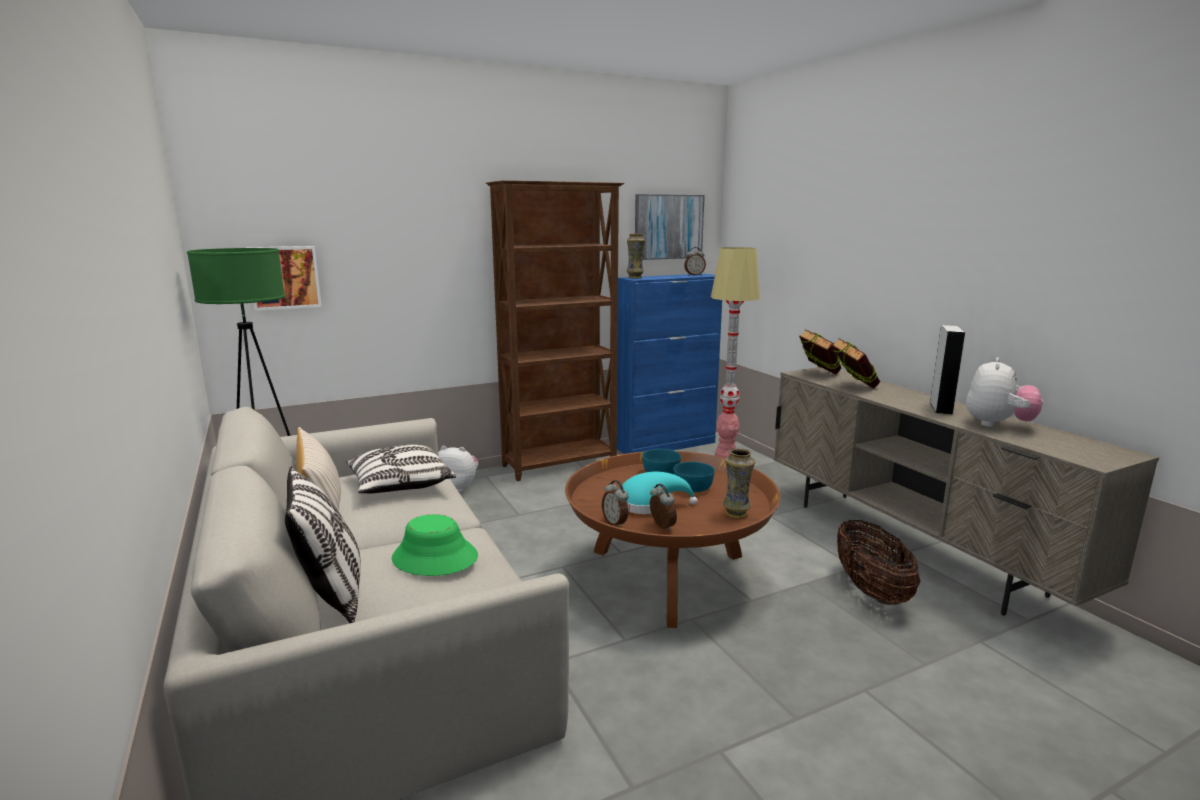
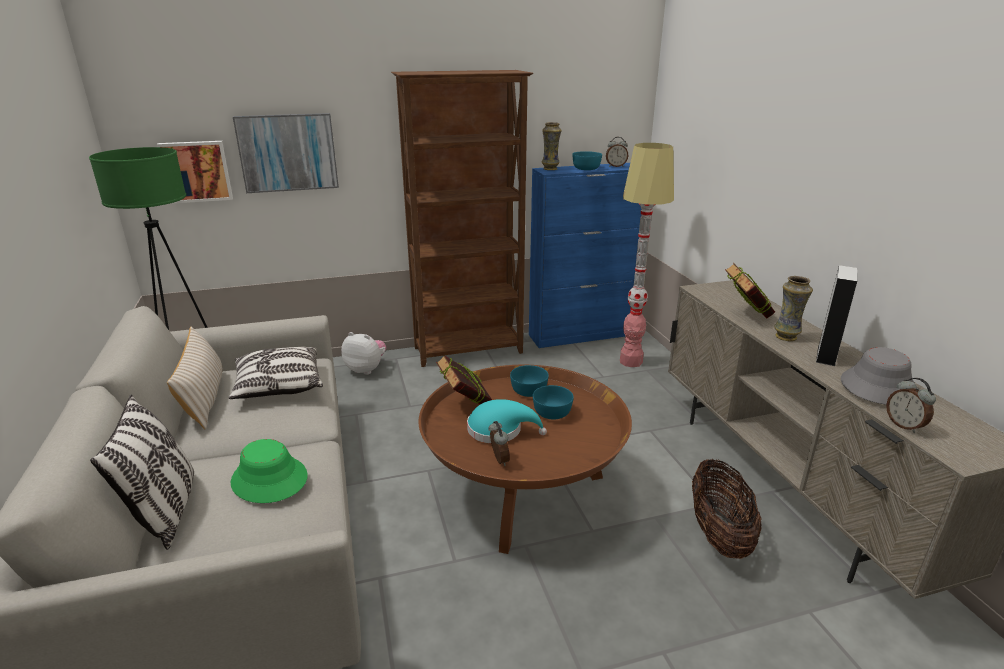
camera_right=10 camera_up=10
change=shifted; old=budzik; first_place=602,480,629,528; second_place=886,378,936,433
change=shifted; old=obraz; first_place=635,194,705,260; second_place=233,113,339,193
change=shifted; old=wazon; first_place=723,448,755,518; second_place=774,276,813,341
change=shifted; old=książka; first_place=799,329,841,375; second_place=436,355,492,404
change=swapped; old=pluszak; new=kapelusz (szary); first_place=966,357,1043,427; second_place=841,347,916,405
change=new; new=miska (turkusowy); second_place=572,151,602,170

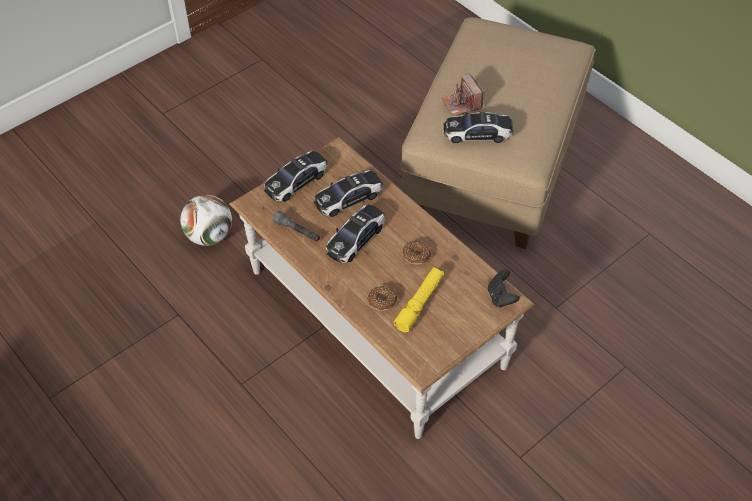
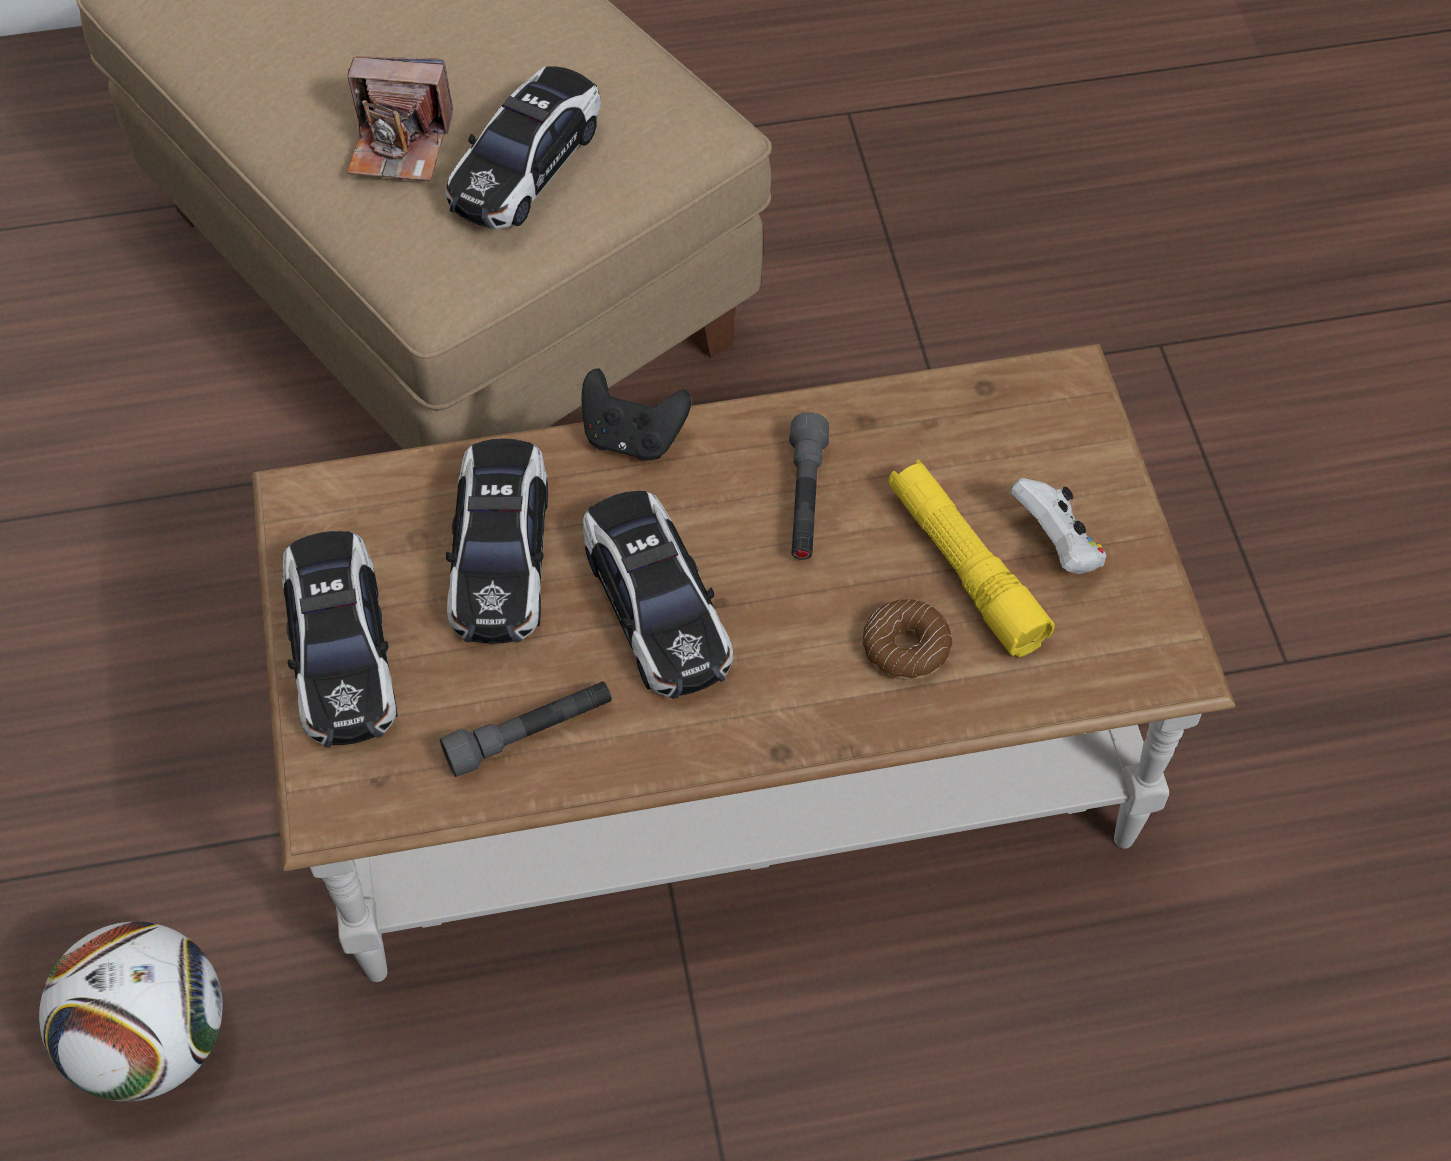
camera_right=-60 camera_up=5
change=swapped; old=donut; new=latarka (szary); first_place=403,240,431,265; second_place=789,412,829,560
change=shifted; old=pad do gier (czarny); first_place=488,270,519,307; second_place=581,368,691,461
change=new; new=pad do gier (biały); second_place=1010,478,1106,574

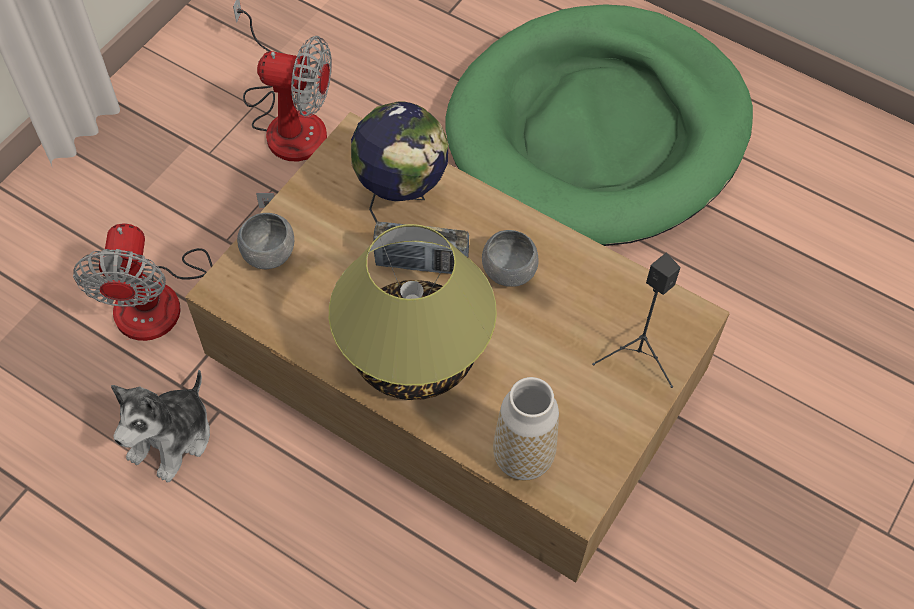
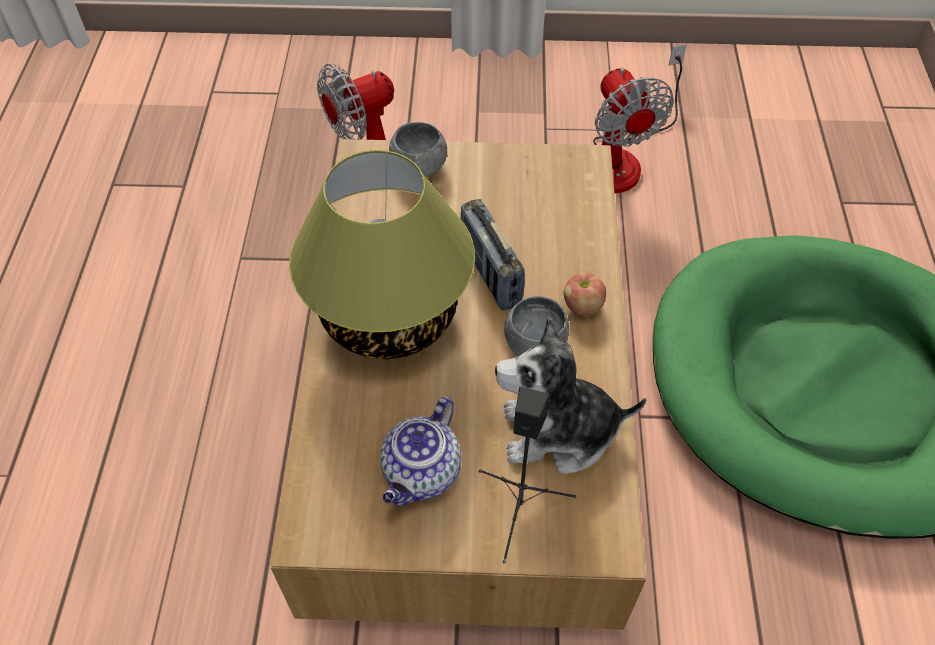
camera_right=60 camera_up=-5
change=shifted; old=pluszak; first_place=111,370,210,482; second_place=495,317,647,474
change=gone; old=globus; first_place=351,102,448,223
change=gone; old=wazon; first_place=493,377,559,481
change=new; new=imbryk; second_place=380,397,461,506
change=new; new=jabłko; second_place=564,273,606,316

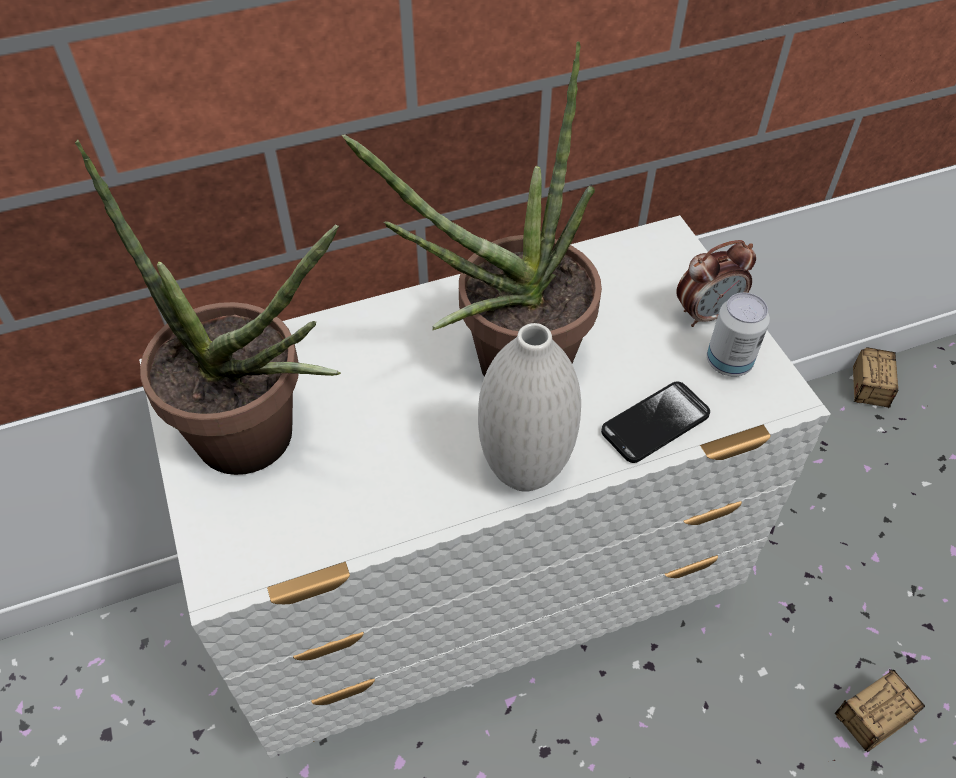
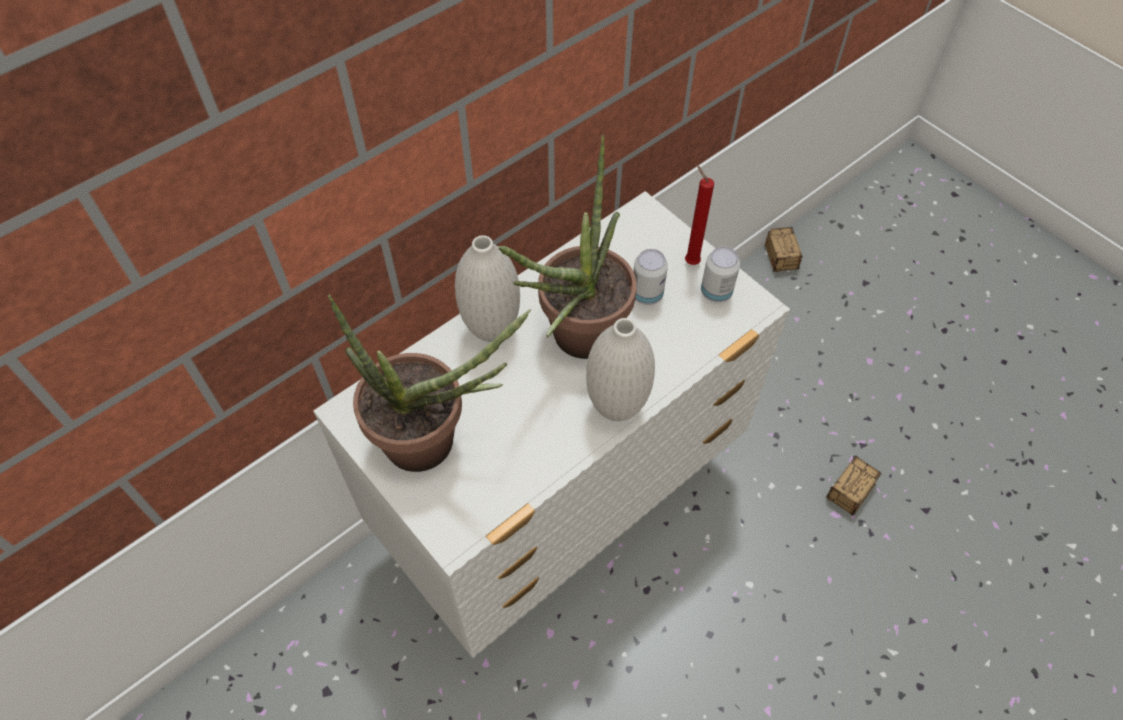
camera_right=-20 camera_up=5
change=gone; old=telefon; first_place=601,382,710,463
change=swapped; old=budzik; new=świeca (czerwony); first_place=676,240,756,327; second_place=685,165,714,265
change=new; new=wazon (biały); second_place=455,235,520,342
change=new; new=puszka; second_place=633,249,668,305

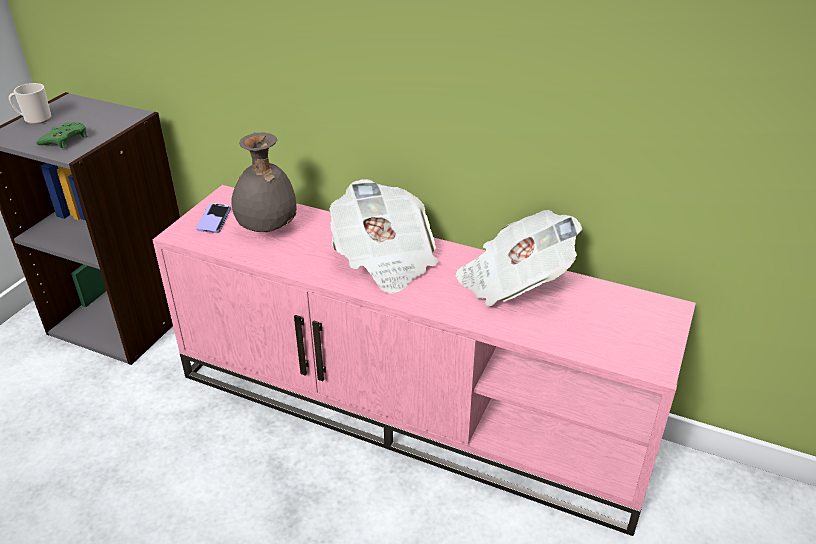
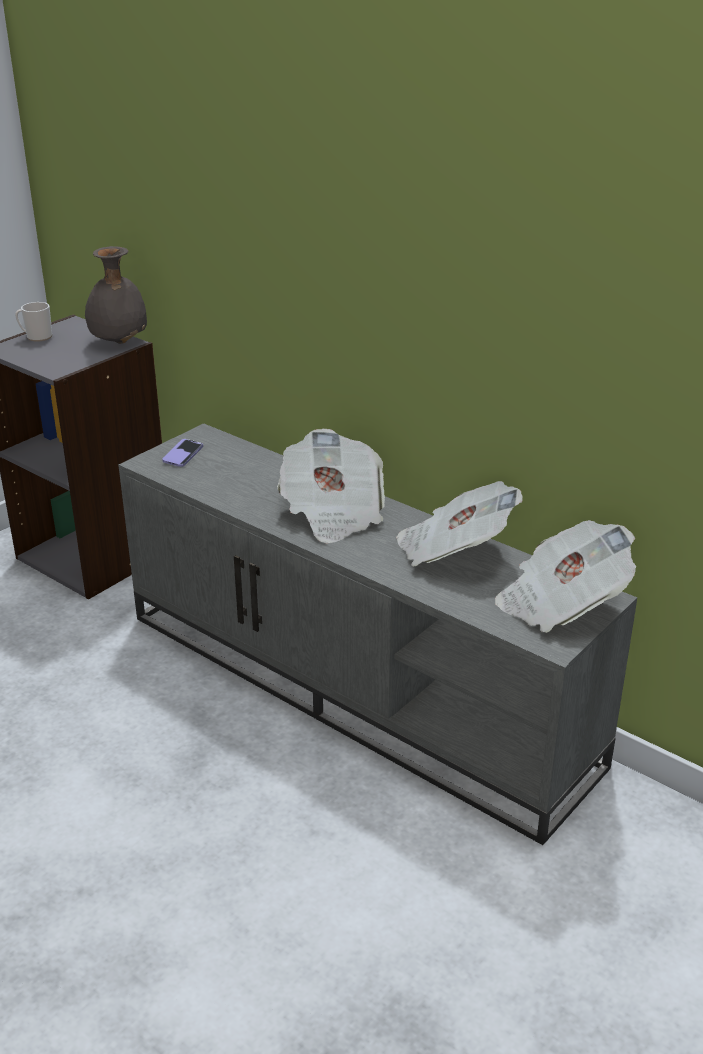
camera_right=15 camera_up=-5
change=gone; old=pad do gier (zielony); first_place=36,122,88,148
change=repainted; old=szafka pod telewizor (różowy); new=szafka pod telewizor (szary); first_place=152,185,696,536; second_place=118,423,637,845
change=shifted; old=wazon (szary); first_place=231,132,297,232; second_place=85,246,147,344
change=new; new=gazeta; second_place=495,520,636,633

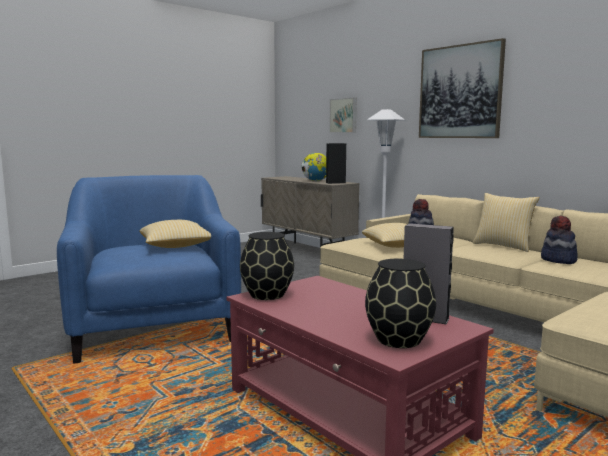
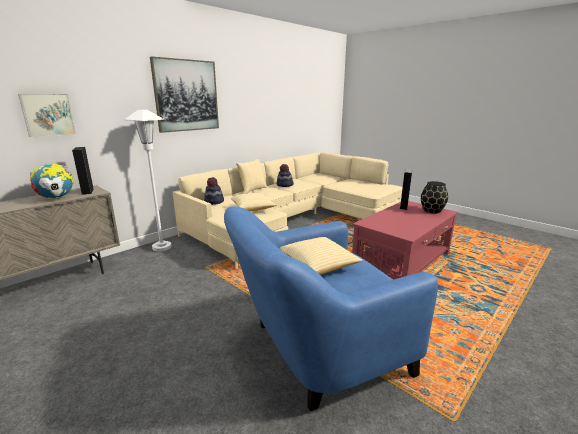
camera_right=-95 camera_up=10
change=gone; old=wazon (czarny); first_place=240,232,294,300

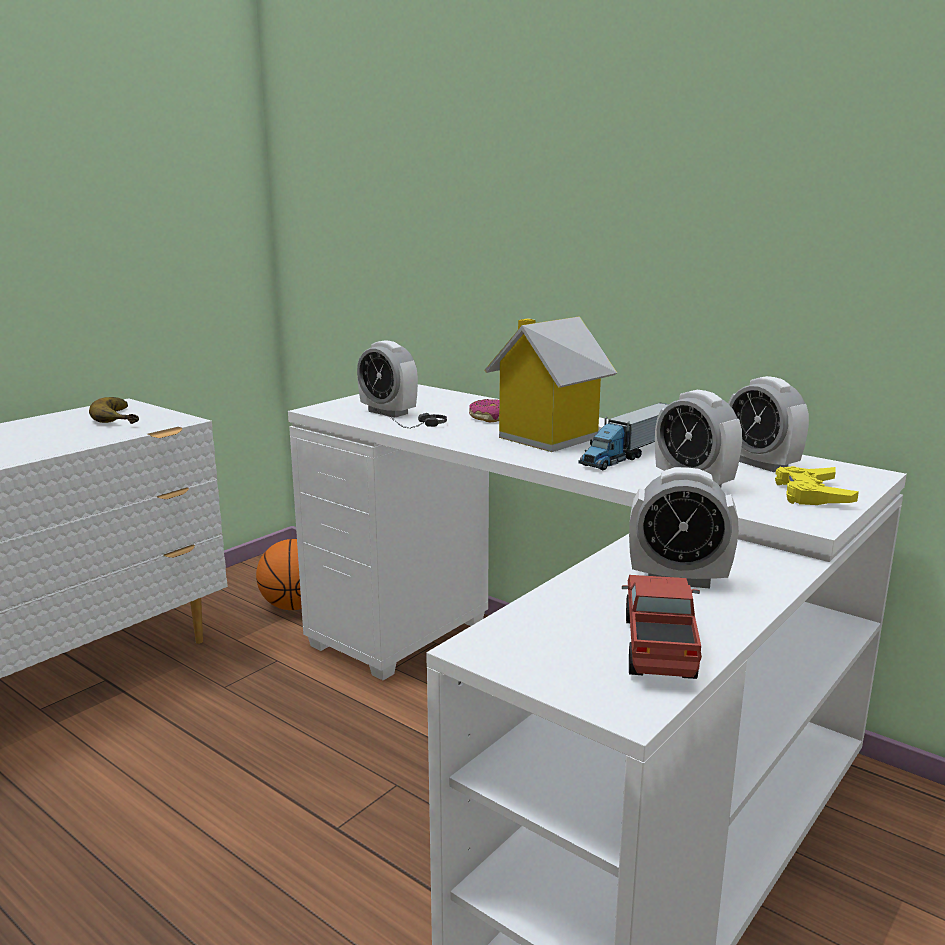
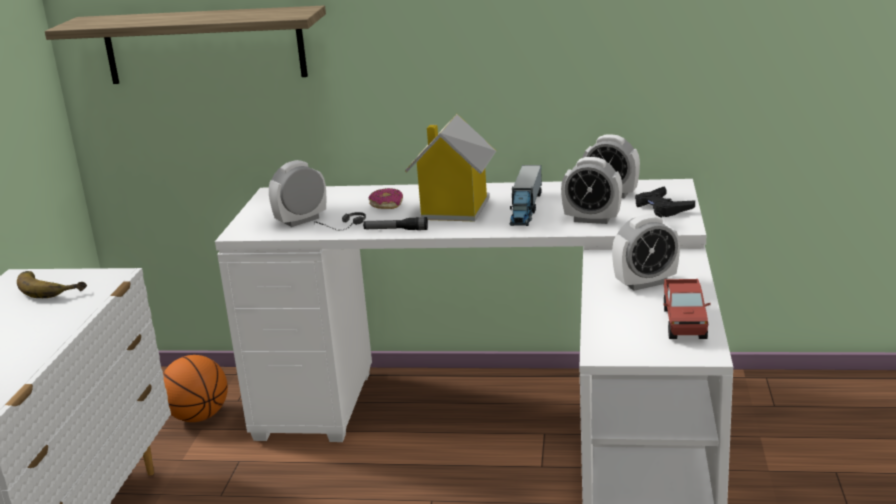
camera_right=-30 camera_up=5
change=rotated; old=budzik; first_place=357,340,418,417; second_place=269,160,327,227; degrees=135
change=rotated; old=ciężarówka zabawkowa; first_place=622,575,702,679; second_place=664,279,710,339; degrees=-150
change=repainted; old=pad do gier (żółty); new=pad do gier (czarny); first_place=775,466,859,505; second_place=635,187,695,218
change=new; new=półka; second_place=45,5,326,84
change=new; new=latarka; second_place=363,217,428,230

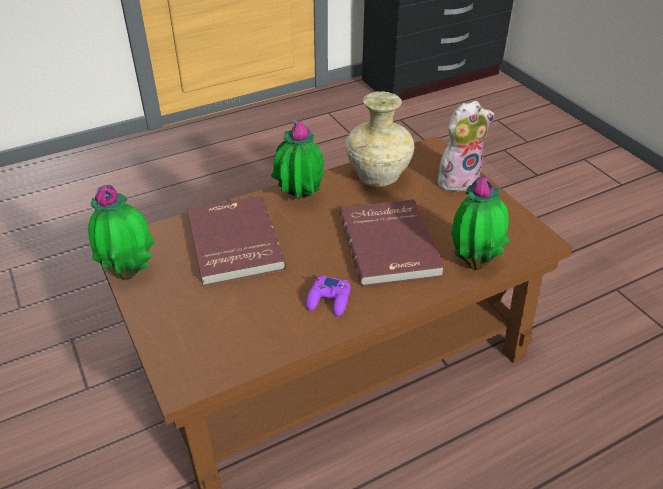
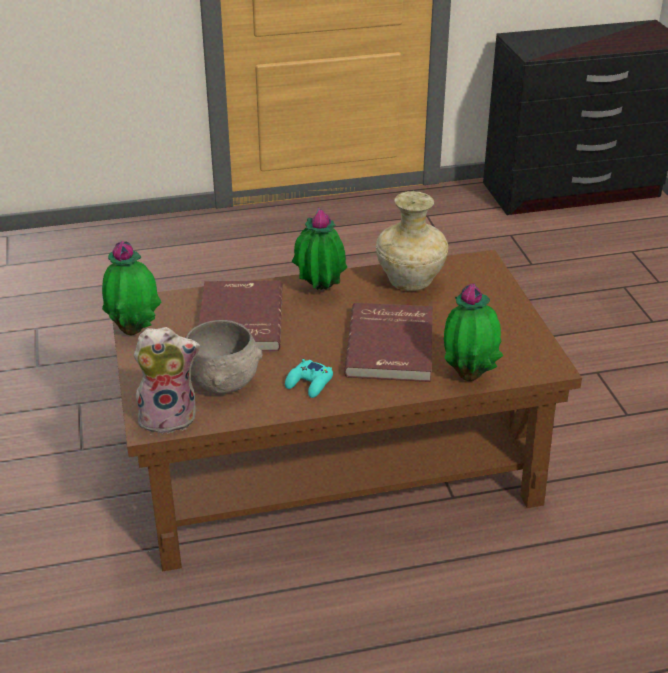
camera_right=15 camera_up=-5
change=repainted; old=pad do gier (fioletowy); new=pad do gier (turkusowy); first_place=306,276,351,316; second_place=285,359,333,398
change=shifted; old=pluszak; first_place=438,101,495,192; second_place=133,327,200,434
change=new; new=miska (szary); second_place=185,320,262,394

